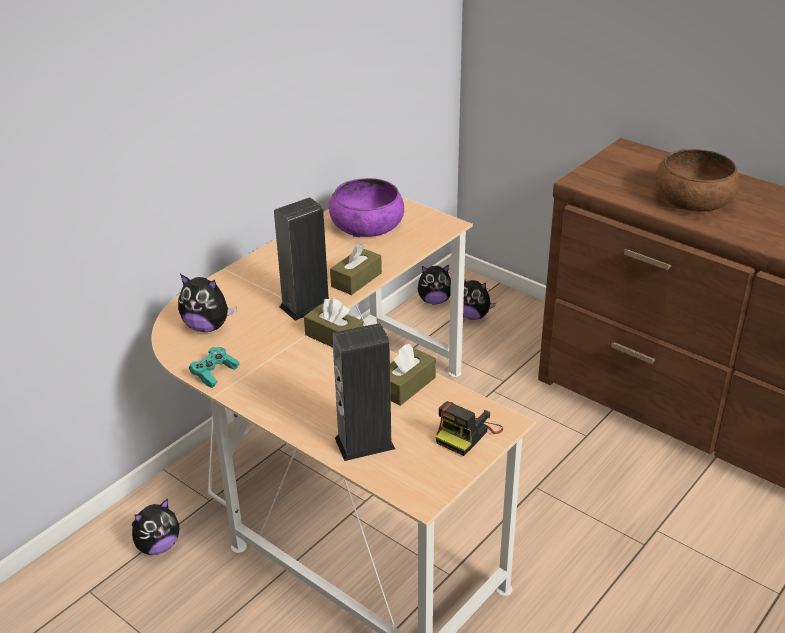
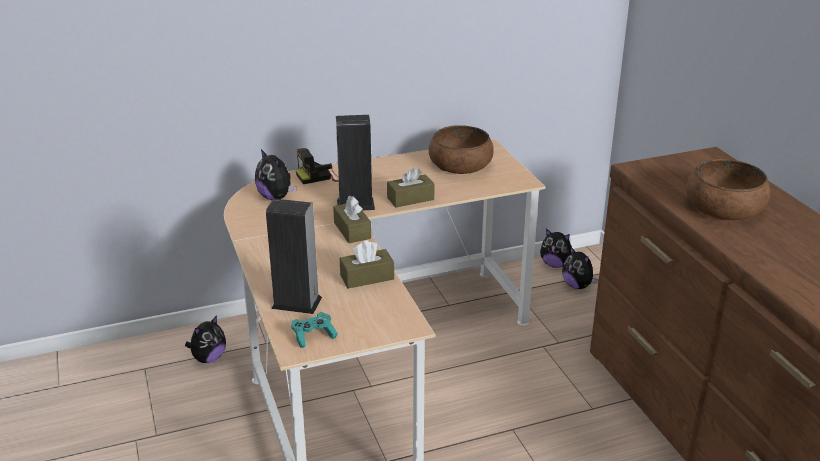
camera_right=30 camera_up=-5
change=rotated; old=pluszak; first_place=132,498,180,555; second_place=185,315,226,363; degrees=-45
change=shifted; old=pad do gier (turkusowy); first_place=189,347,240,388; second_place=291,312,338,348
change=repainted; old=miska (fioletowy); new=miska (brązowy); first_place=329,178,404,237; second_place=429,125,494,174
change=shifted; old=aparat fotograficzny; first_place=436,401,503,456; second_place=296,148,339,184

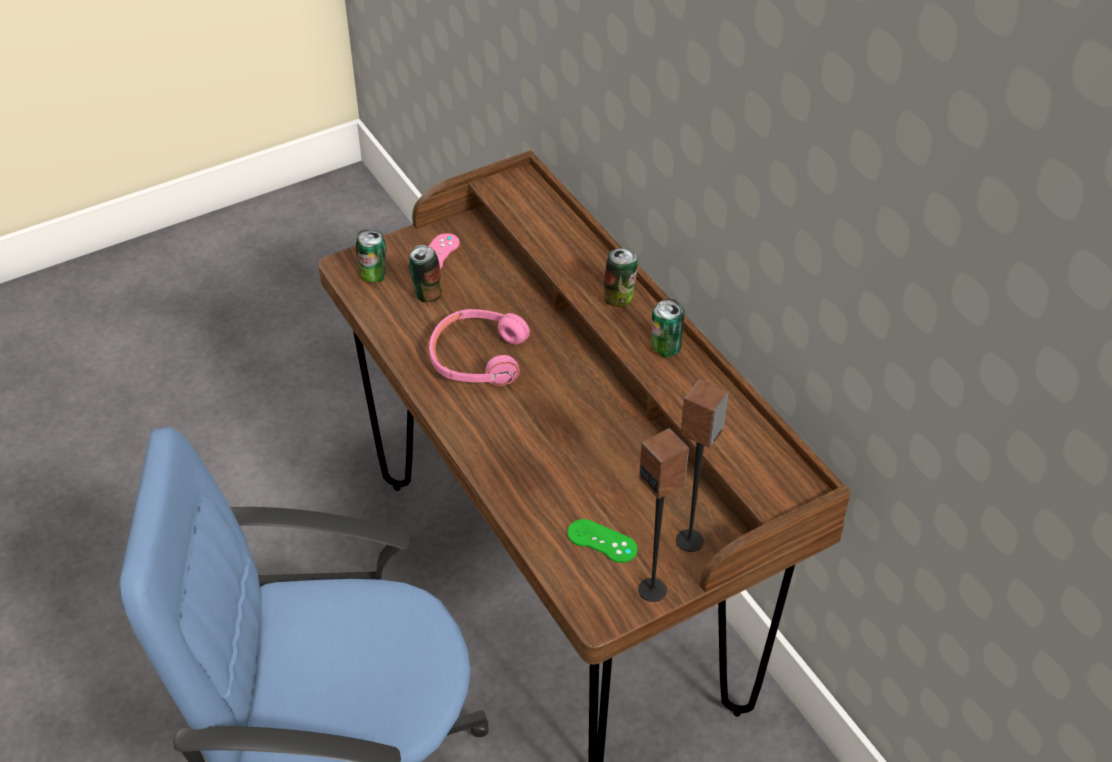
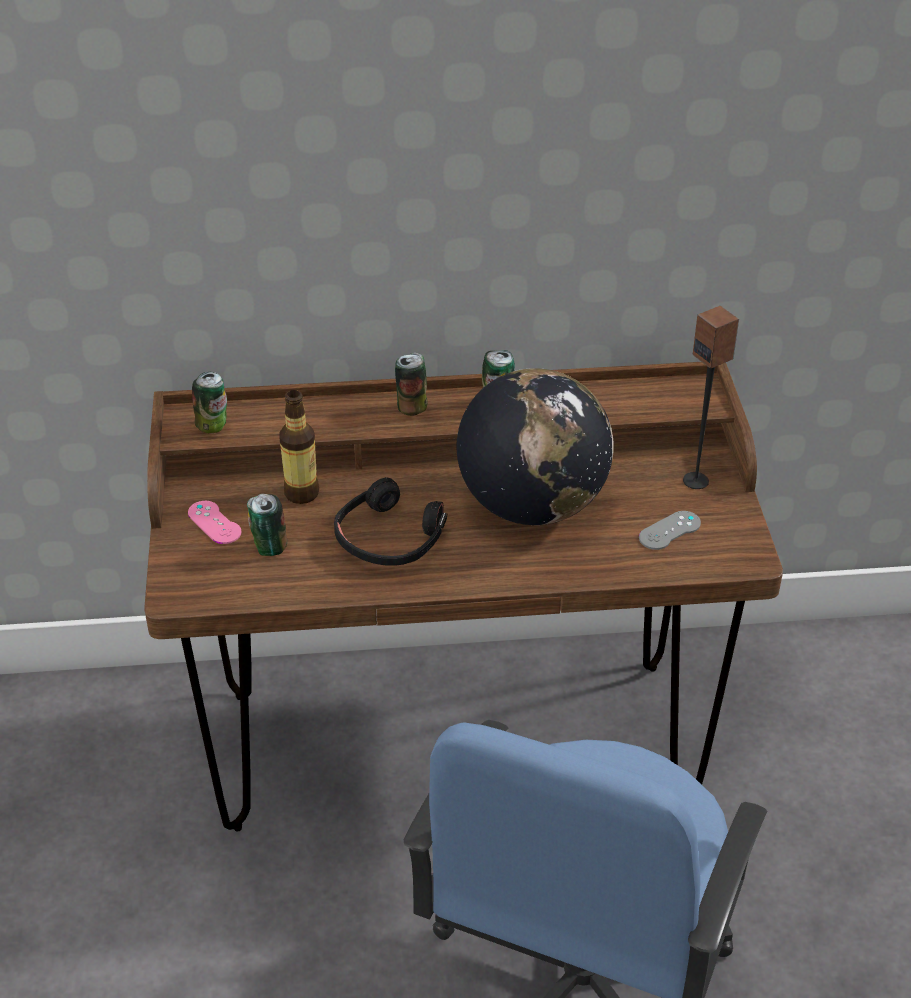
camera_right=-65 camera_up=-5
change=shifted; old=puszka; first_place=356,230,386,283; second_place=192,372,227,433
change=repainted; old=słuchawki (różowy); new=słuchawki (czarny); first_place=429,309,530,386; second_place=334,477,447,566
change=repainted; old=pad do gier (zielony); new=pad do gier (szary); first_place=567,519,638,563; second_place=639,511,701,550
change=gone; old=głośnik; first_place=638,428,689,602
change=new; new=butelka; second_place=279,390,319,504
change=new; new=globus; second_place=457,368,614,525

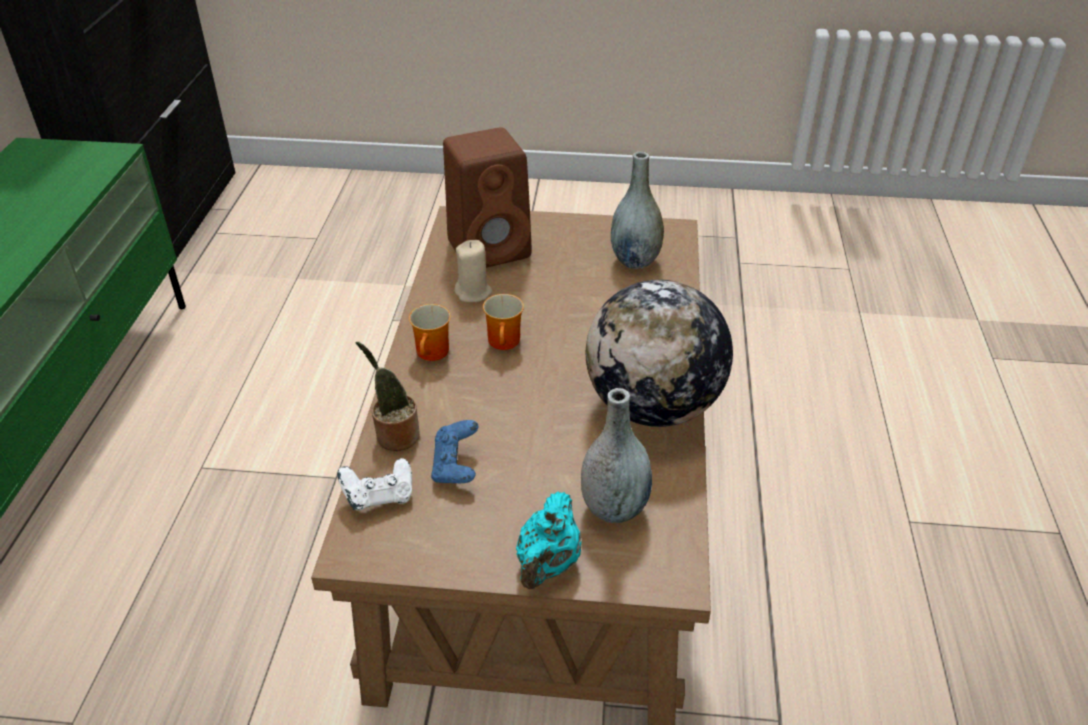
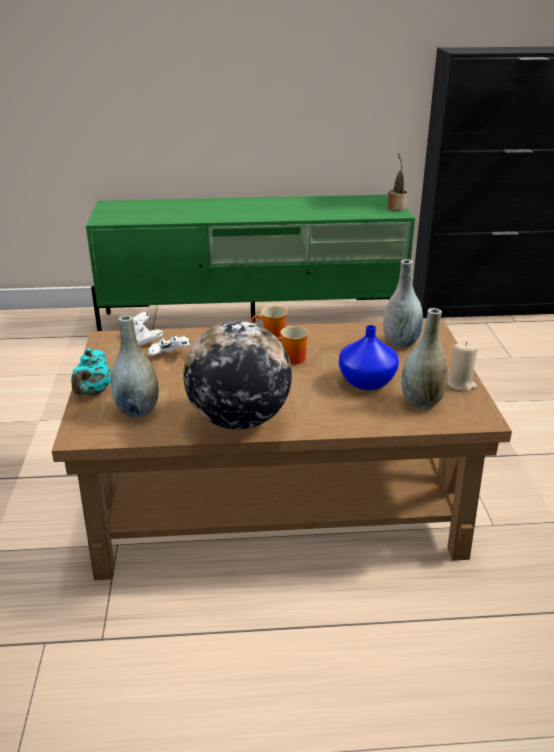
camera_right=80 camera_up=-10
change=shifted; old=roślina doniczkowa; first_place=356,342,420,451; second_place=388,153,408,211
change=repainted; old=pad do gier (niebieski); new=pad do gier (biały); first_place=431,420,478,483; second_place=148,335,191,356
change=swapped; old=głośnik (brązowy); new=wazon (szary); first_place=443,127,532,268; second_place=383,259,423,348
change=shifted; old=świeca (beżowy); first_place=454,240,492,302; second_place=447,341,478,391
change=rotated; old=imbryk (turkusowy); first_place=516,491,581,589; second_place=71,348,111,396; degrees=-90
change=new; new=wazon (niebieski); second_place=339,325,399,390

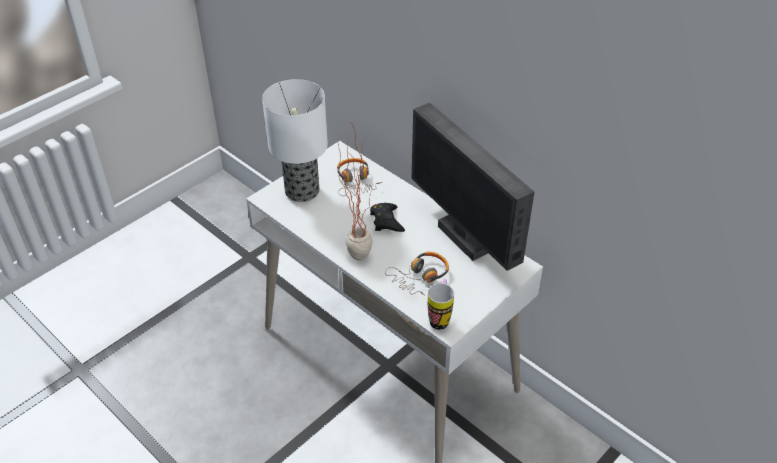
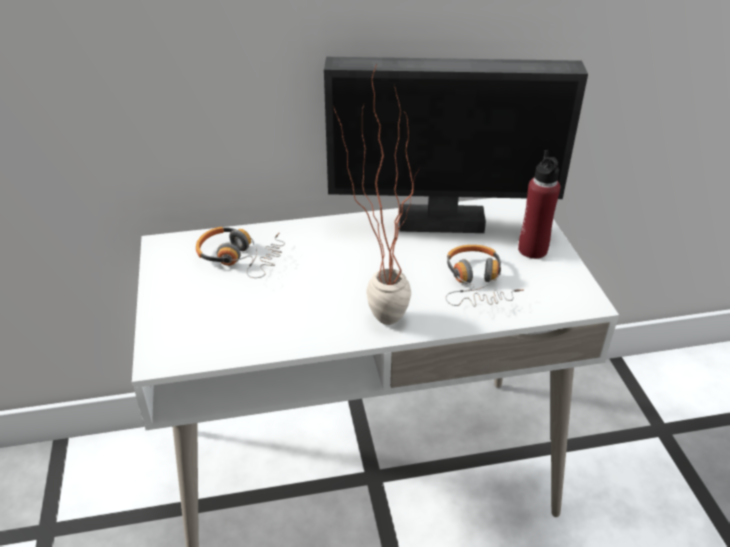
camera_right=-55 camera_up=-5
change=gone; old=lampa stołowa; first_place=262,79,328,202
change=gone; old=pad do gier (czarny); first_place=370,203,405,232
change=gone; old=kubek; first_place=428,279,454,330
change=new; new=butelka (czerwony); second_place=518,150,560,259

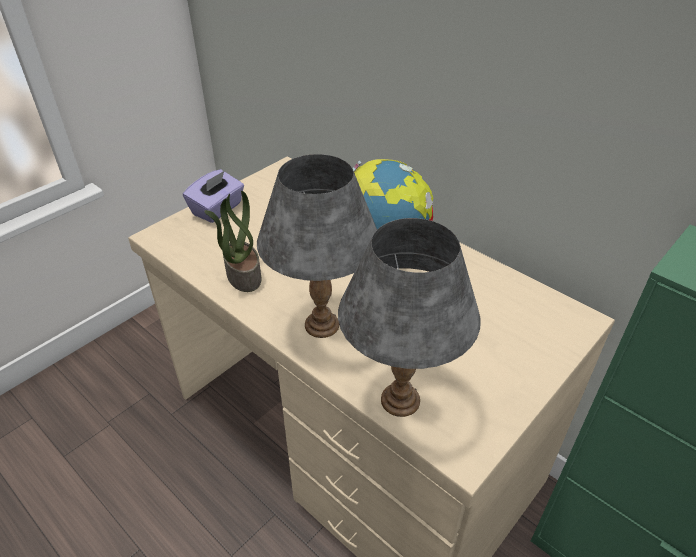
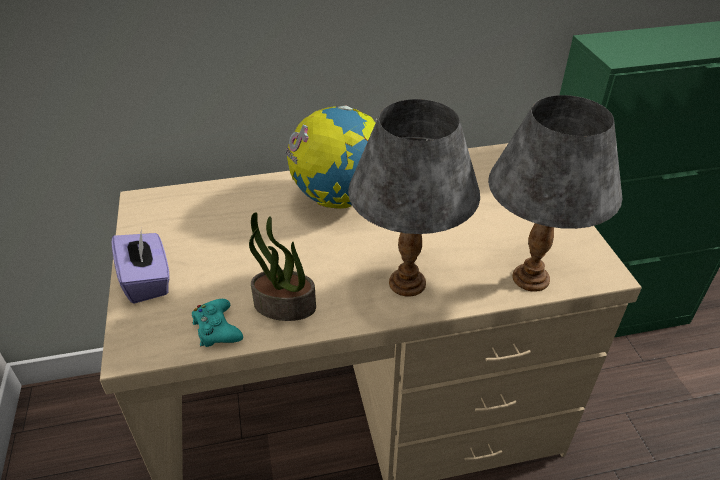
camera_right=-55 camera_up=0
change=new; new=pad do gier (turkusowy); second_place=192,299,243,347

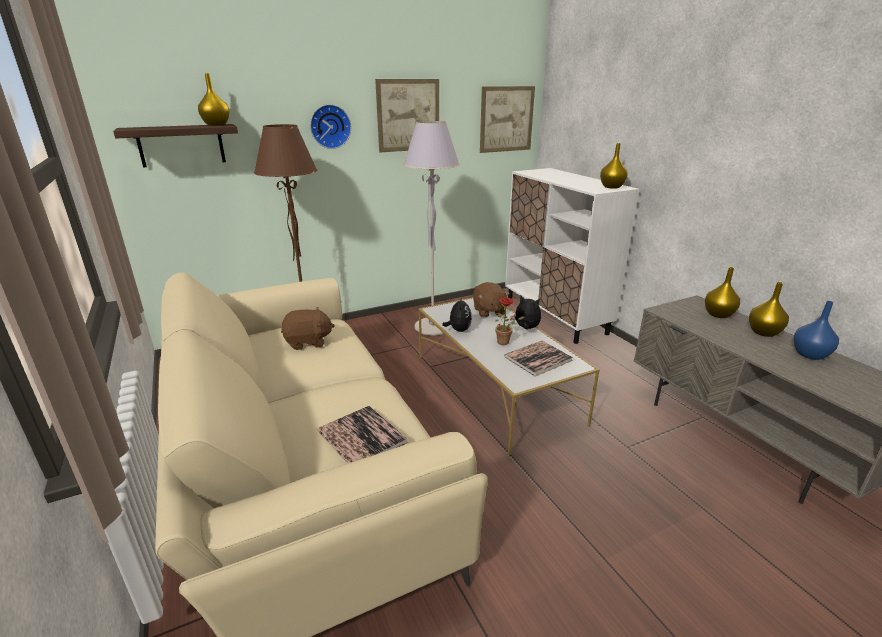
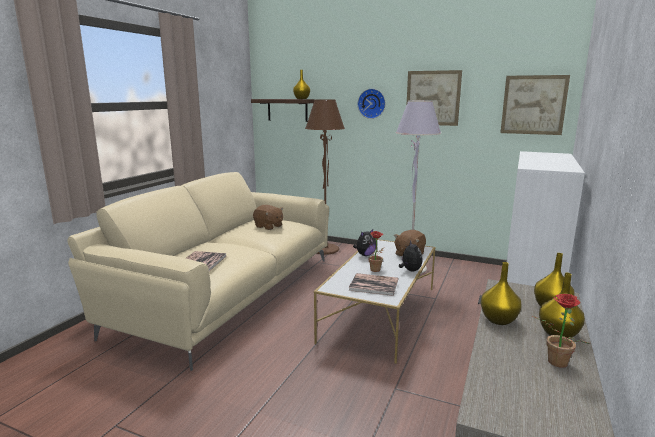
camera_right=50 camera_up=-10
change=shifted; old=wazon (żółty); first_place=600,143,628,189; second_place=481,262,522,325
change=swapped; old=wazon (niebieski); new=roślina doniczkowa; first_place=794,301,839,360; second_place=533,294,590,368

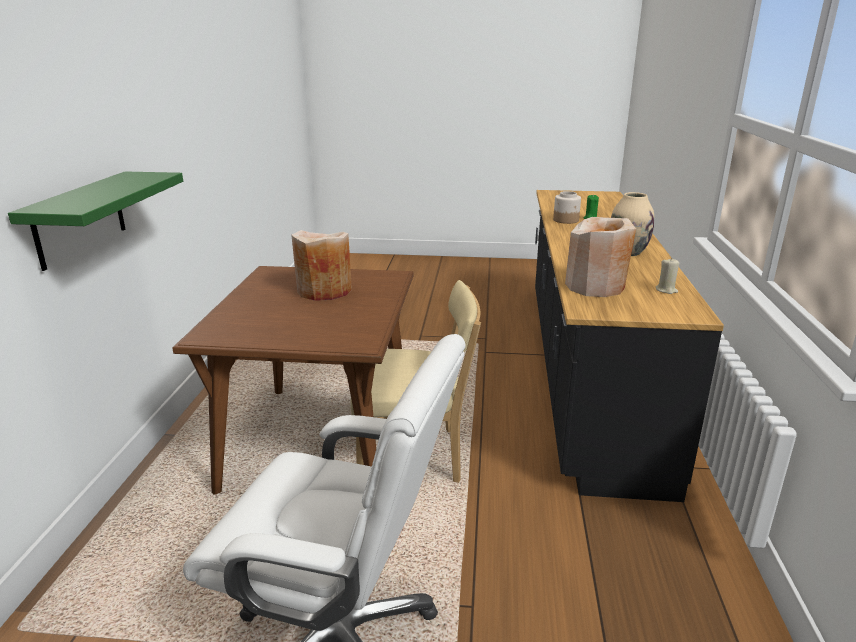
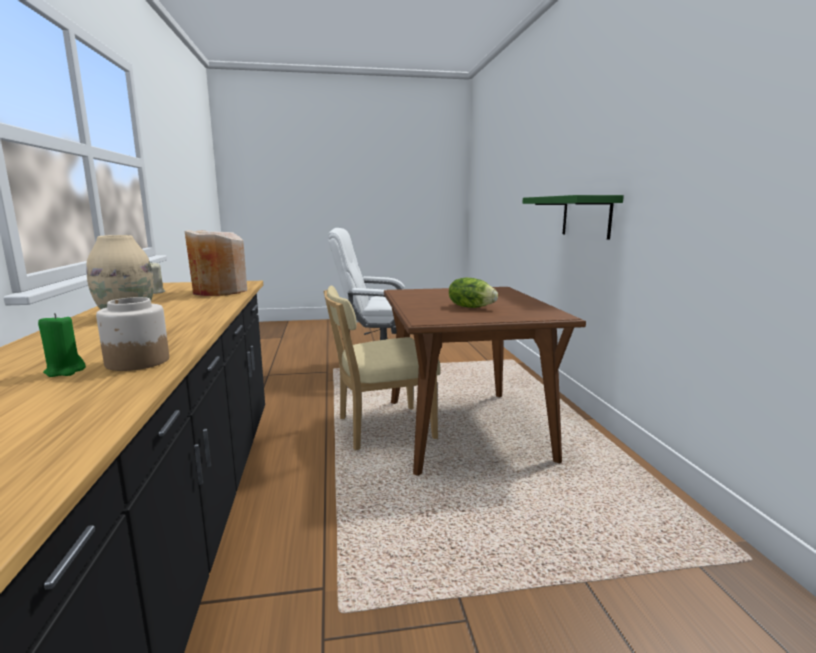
camera_right=165 camera_up=-10
change=swapped; old=wazon (beżowy); new=sałata; first_place=291,230,352,301; second_place=449,278,498,308

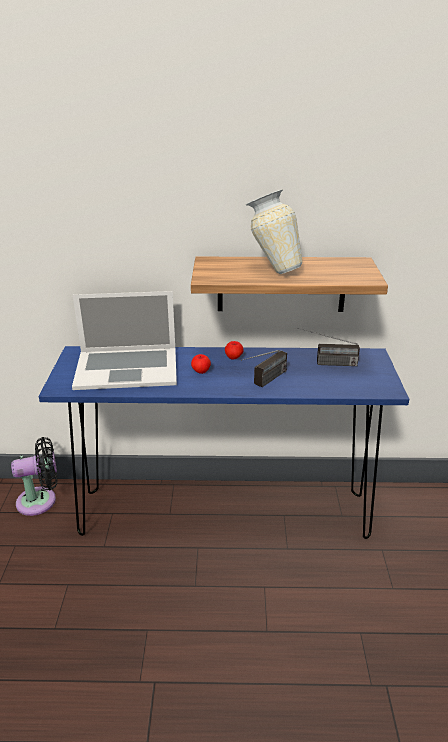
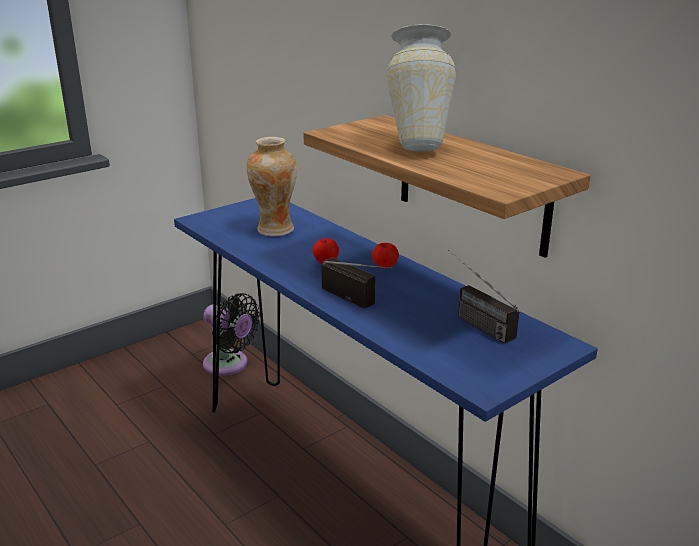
camera_right=50 camera_up=-5
change=swapped; old=laptop; new=wazon; first_place=72,291,177,390; second_place=247,137,297,236
change=rotated; old=radio; first_place=241,350,287,387; second_place=321,258,393,308; degrees=-135

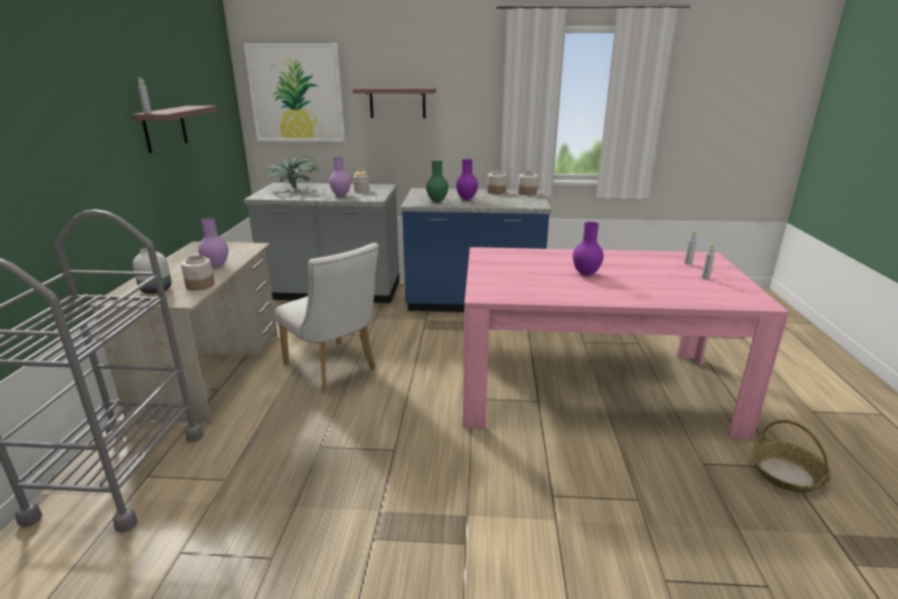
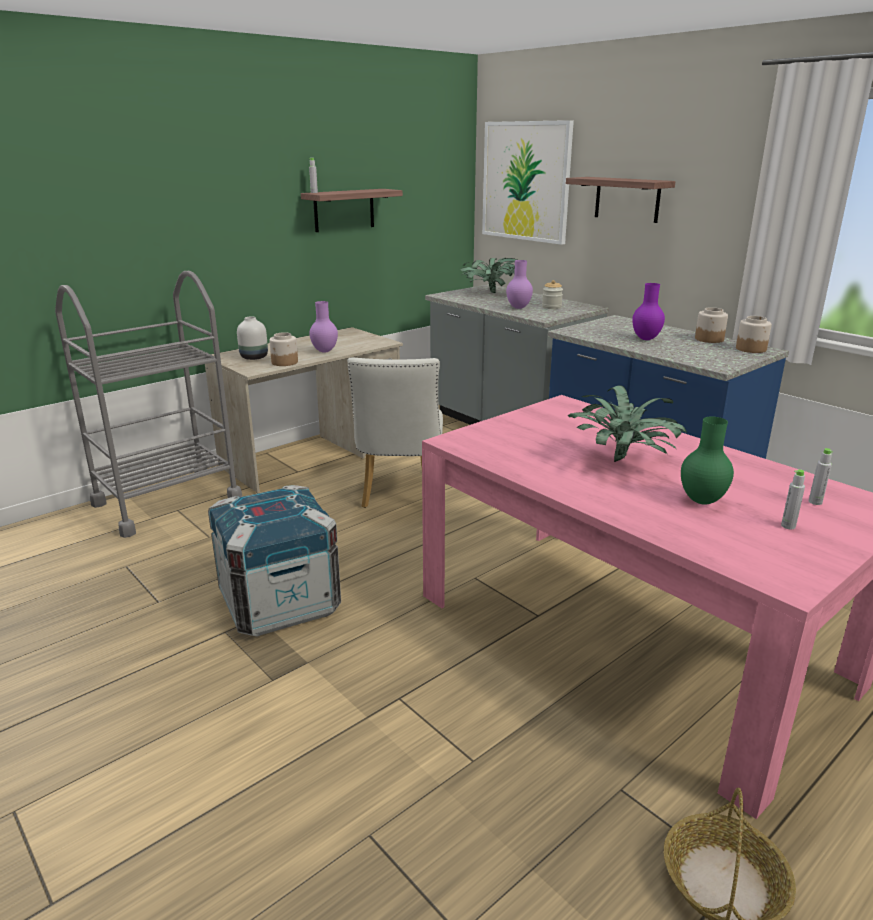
camera_right=45 camera_up=0
change=shifted; old=wazon (zielony); first_place=426,161,448,202; second_place=681,417,734,504
change=swapped; old=wazon (fioletowy); new=roślina doniczkowa; first_place=573,222,604,276; second_place=568,385,687,462
change=new; new=skrzynka; second_place=208,485,341,637

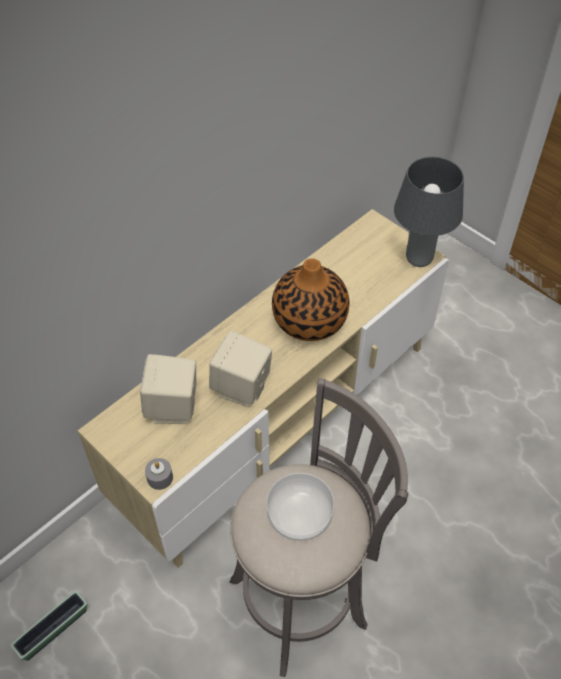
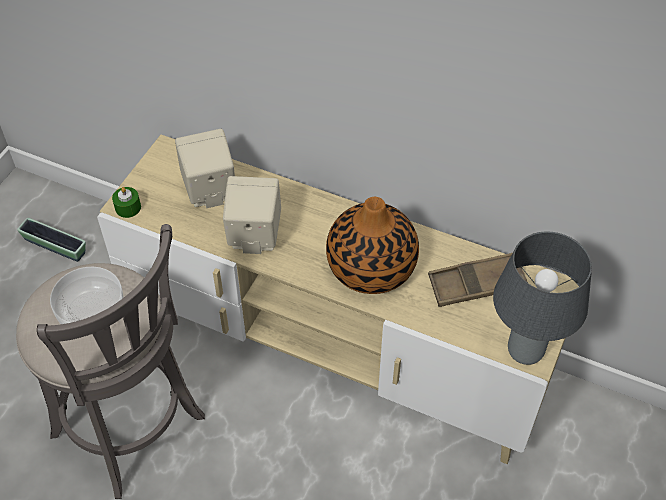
camera_right=70 camera_up=0
change=repainted; old=świeca (szary); new=świeca (zielony); first_place=145,458,173,490; second_place=112,187,141,218
change=new; new=taca (brązowy); second_place=428,253,528,307

